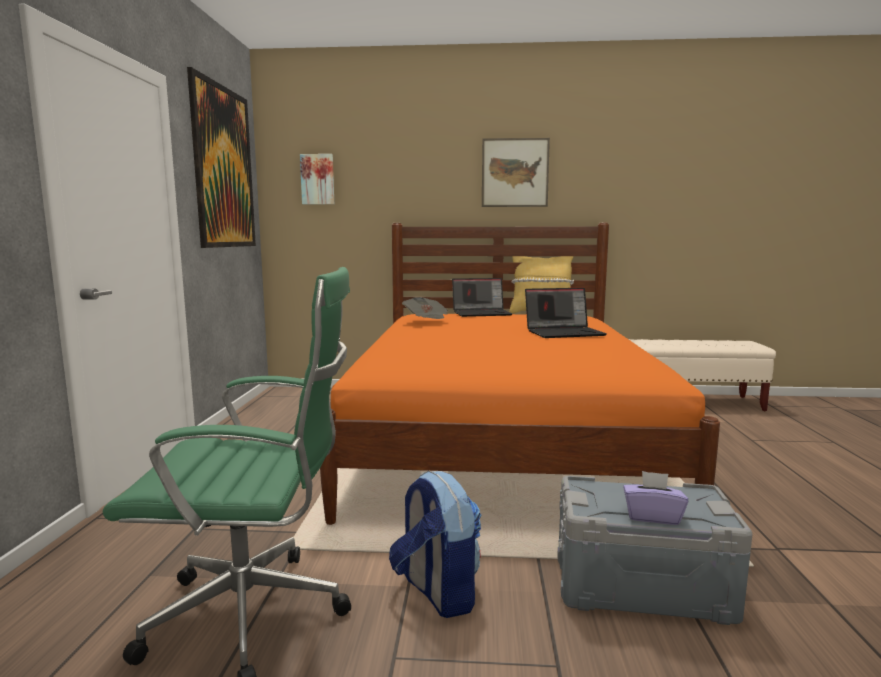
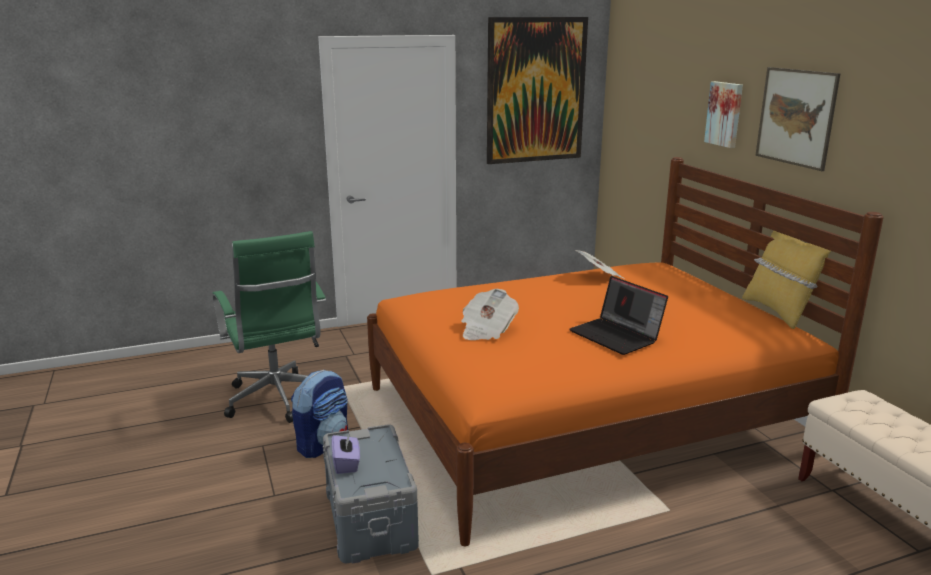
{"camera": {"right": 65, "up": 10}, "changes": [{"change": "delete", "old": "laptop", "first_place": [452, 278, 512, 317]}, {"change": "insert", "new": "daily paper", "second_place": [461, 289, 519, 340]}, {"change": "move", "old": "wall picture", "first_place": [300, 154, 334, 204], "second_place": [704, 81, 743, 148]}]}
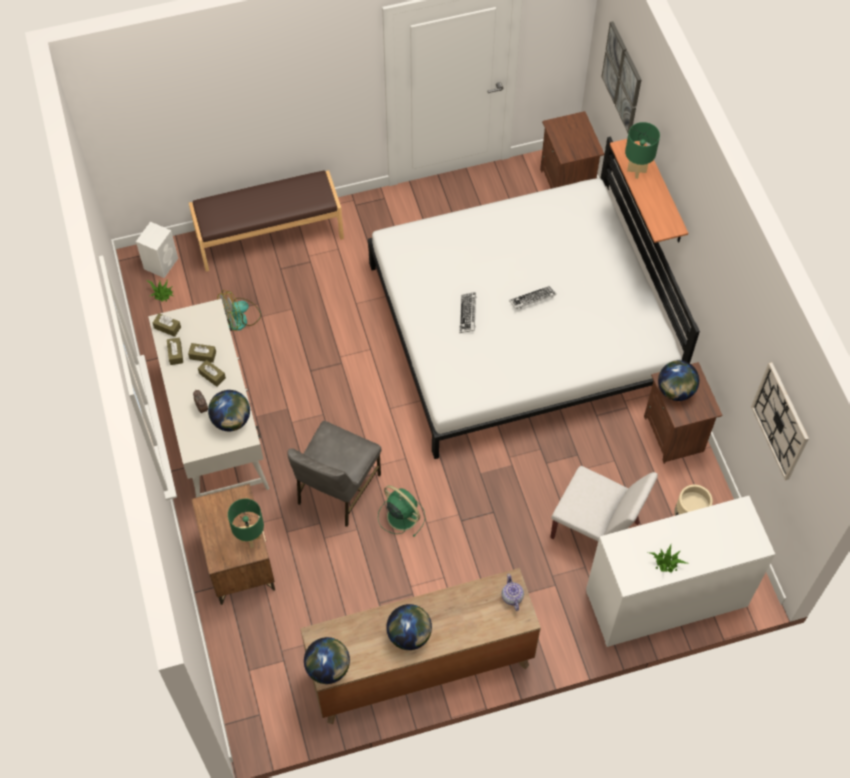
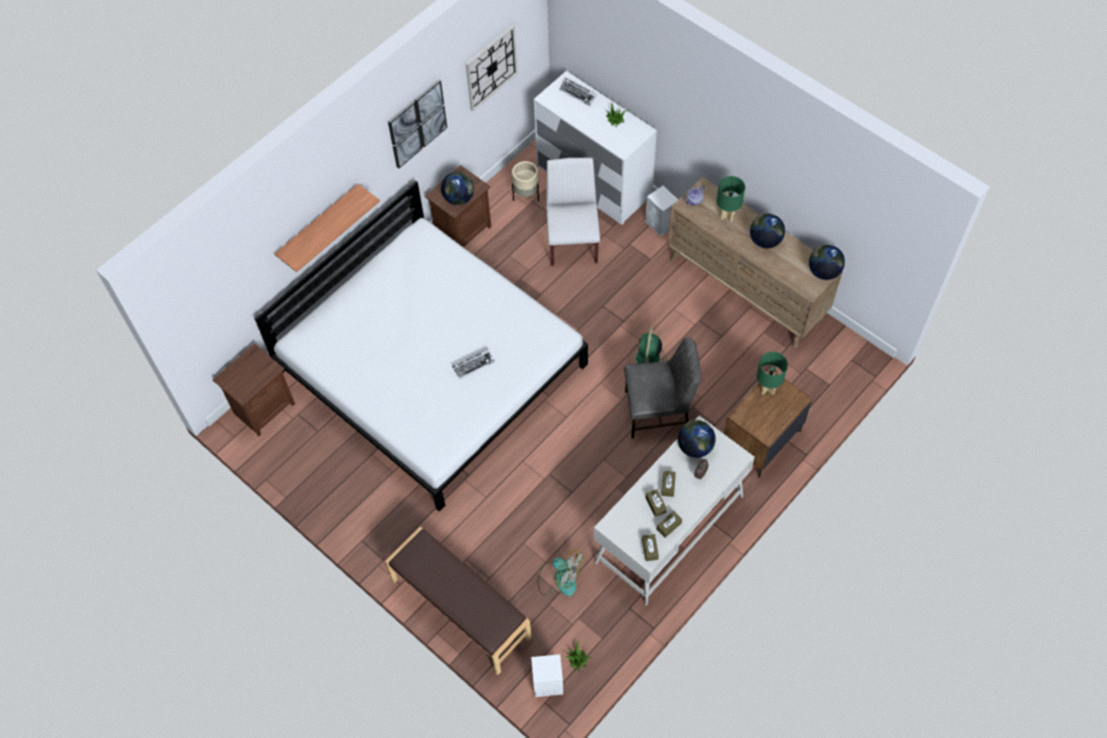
{"camera": {"right": -120, "up": 0}, "changes": [{"change": "insert", "new": "loudspeaker in white-coloured", "second_place": [645, 186, 678, 236]}, {"change": "move", "old": "keyboard", "first_place": [509, 286, 556, 309], "second_place": [559, 78, 597, 106]}, {"change": "move", "old": "wall picture", "first_place": [601, 21, 642, 133], "second_place": [388, 79, 447, 168]}, {"change": "move", "old": "lamp for a table in greenish", "first_place": [625, 122, 660, 179], "second_place": [717, 176, 745, 222]}]}
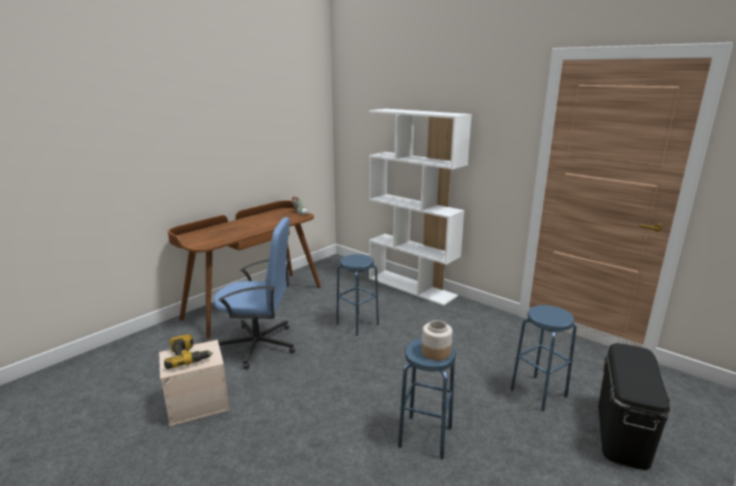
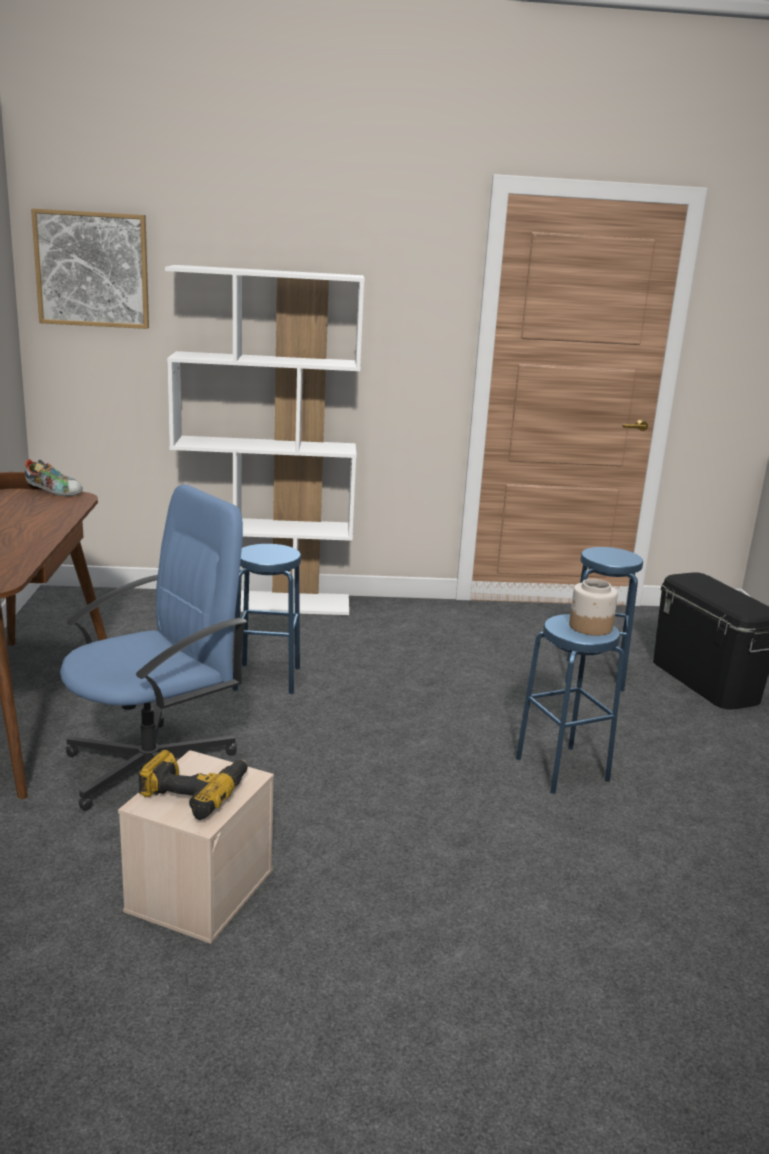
{"camera": {"right": -45, "up": 0}, "changes": [{"change": "insert", "new": "wall picture", "second_place": [31, 208, 149, 329]}]}
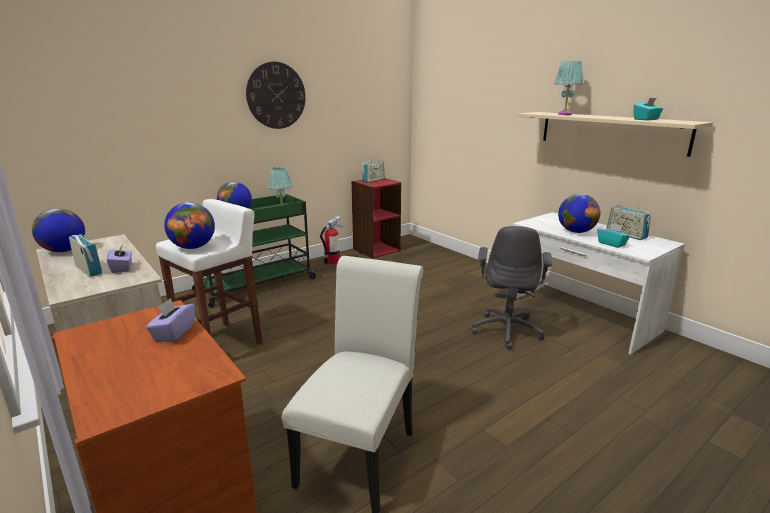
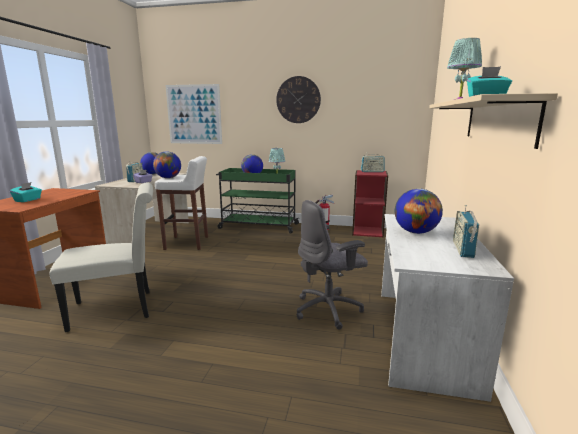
{"camera": {"right": 50, "up": -5}, "changes": [{"change": "delete", "old": "tissue holder in purple-coloured", "first_place": [146, 298, 195, 343]}, {"change": "insert", "new": "wall picture", "second_place": [166, 84, 222, 144]}, {"change": "move", "old": "tissue holder in blue-green", "first_place": [597, 223, 630, 248], "second_place": [10, 182, 42, 202]}]}
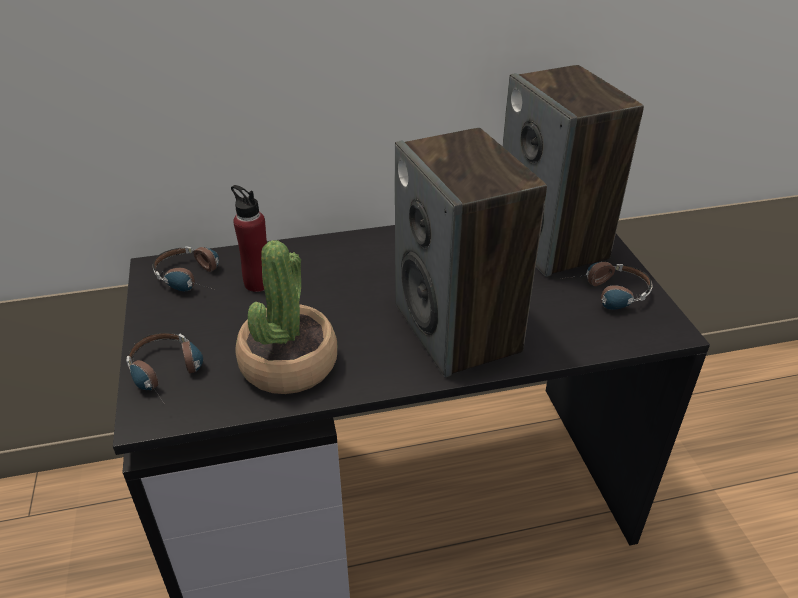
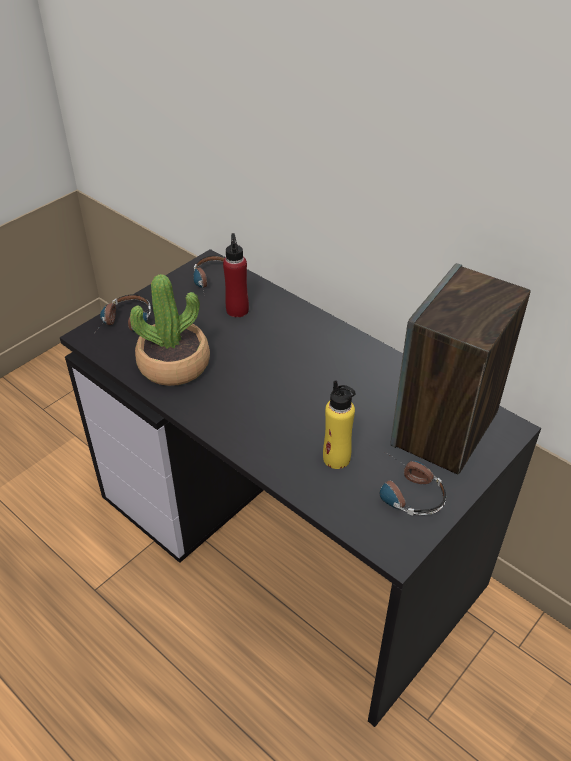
{"camera": {"right": 55, "up": 5}, "changes": [{"change": "delete", "old": "loudspeaker", "first_place": [395, 128, 547, 377]}, {"change": "insert", "new": "beverage bottle in yellow-coloured", "second_place": [323, 380, 356, 469]}]}
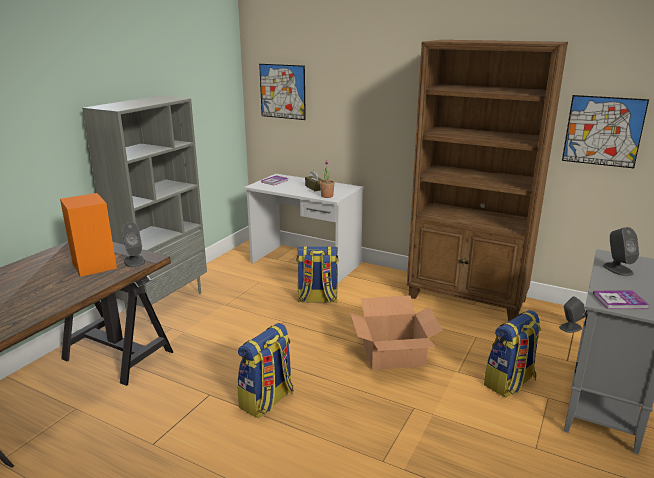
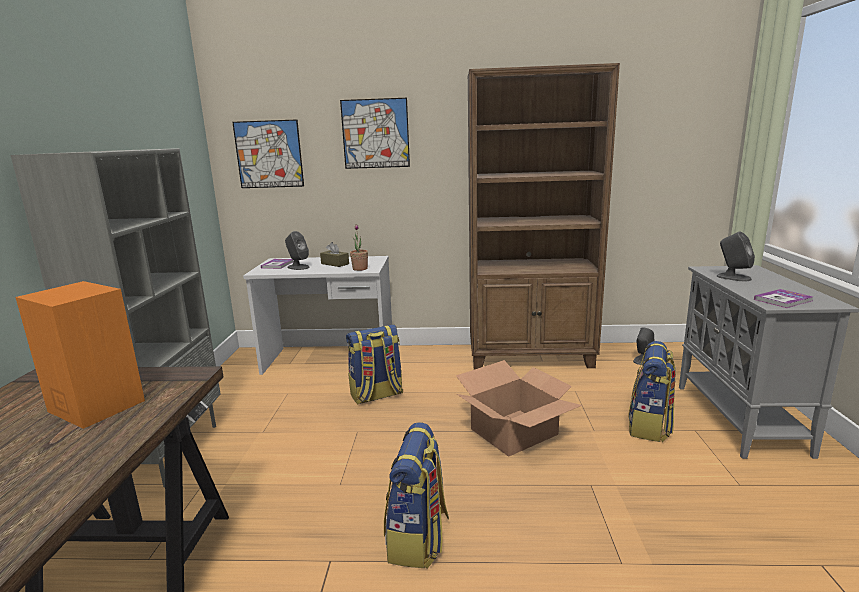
{"camera": {"right": -25, "up": -5}, "changes": [{"change": "move", "old": "loudspeaker in gray", "first_place": [122, 222, 145, 267], "second_place": [285, 231, 310, 270]}, {"change": "move", "old": "wall picture", "first_place": [562, 95, 649, 168], "second_place": [340, 98, 410, 169]}]}
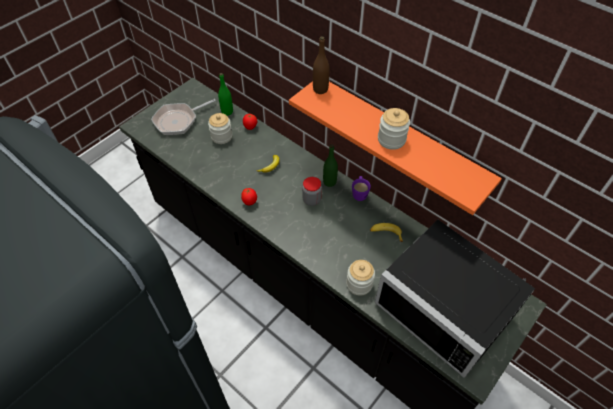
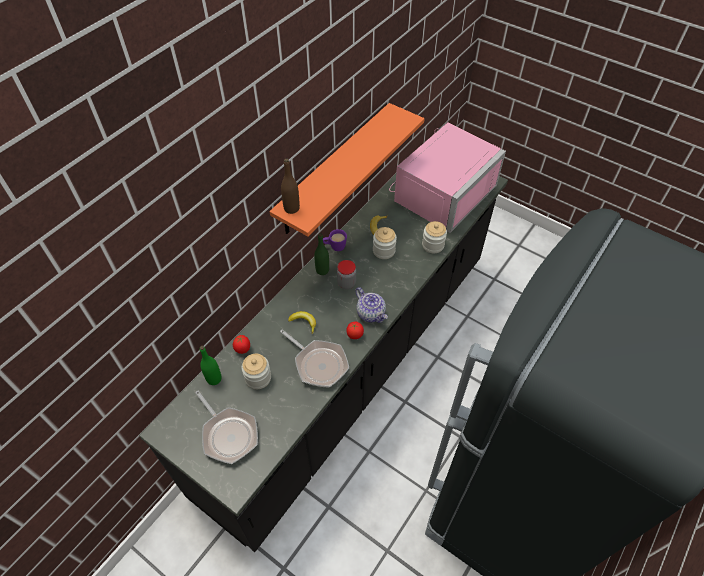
{"camera": {"right": -95, "up": 0}, "changes": [{"change": "insert", "new": "pan", "second_place": [280, 329, 349, 388]}, {"change": "insert", "new": "tea pot", "second_place": [355, 287, 388, 323]}, {"change": "move", "old": "jar", "first_place": [378, 108, 410, 150], "second_place": [373, 227, 397, 259]}, {"change": "recolor", "old": "microwave oven in black-coloured", "new": "microwave oven in pink", "first_place": [375, 219, 535, 378], "second_place": [389, 122, 506, 233]}]}
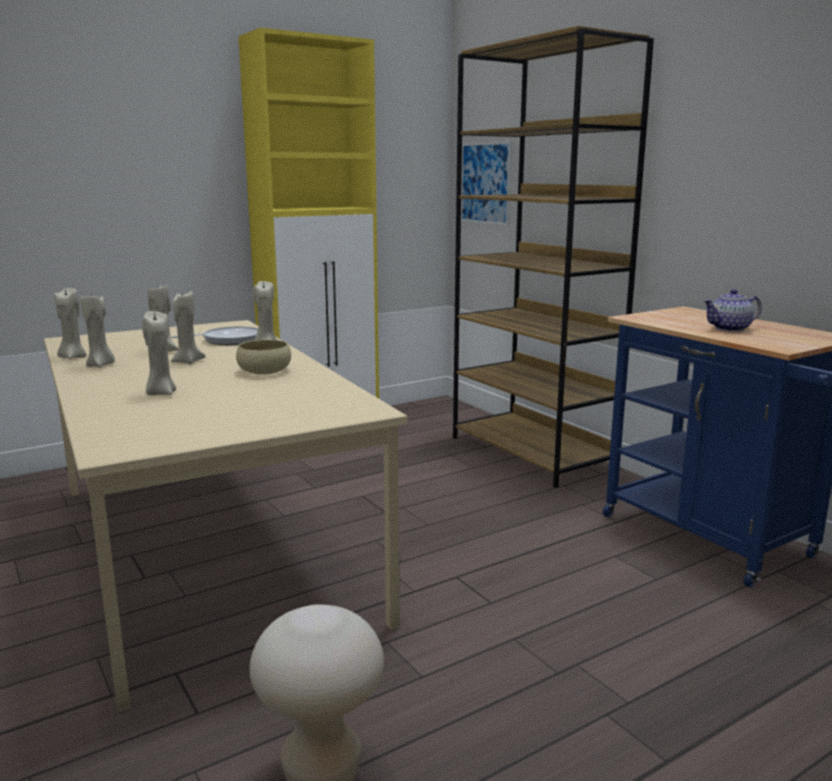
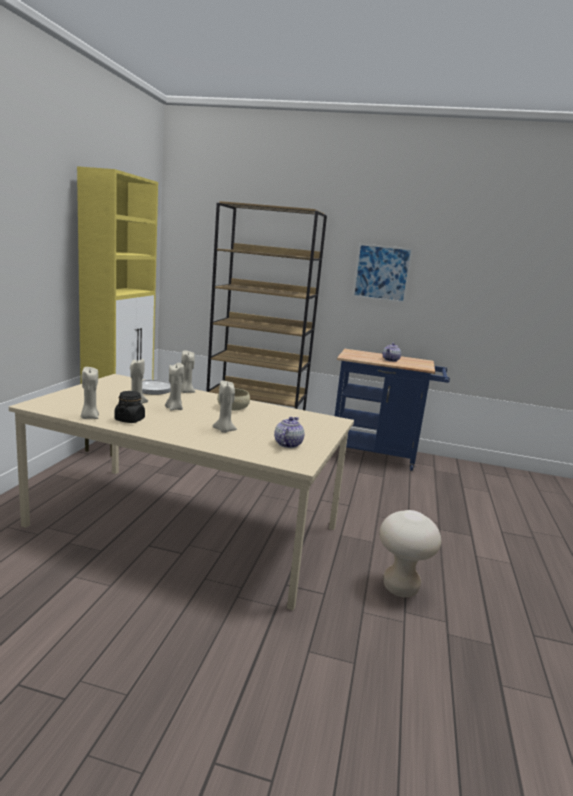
{"camera": {"right": -45, "up": 0}, "changes": [{"change": "insert", "new": "tea pot", "second_place": [274, 417, 305, 448]}, {"change": "move", "old": "wall picture", "first_place": [461, 141, 512, 226], "second_place": [352, 243, 413, 303]}, {"change": "replace", "old": "wax candle in sand-coloured", "new": "jar in black-coloured", "first_place": [80, 293, 115, 367], "second_place": [115, 391, 145, 423]}]}
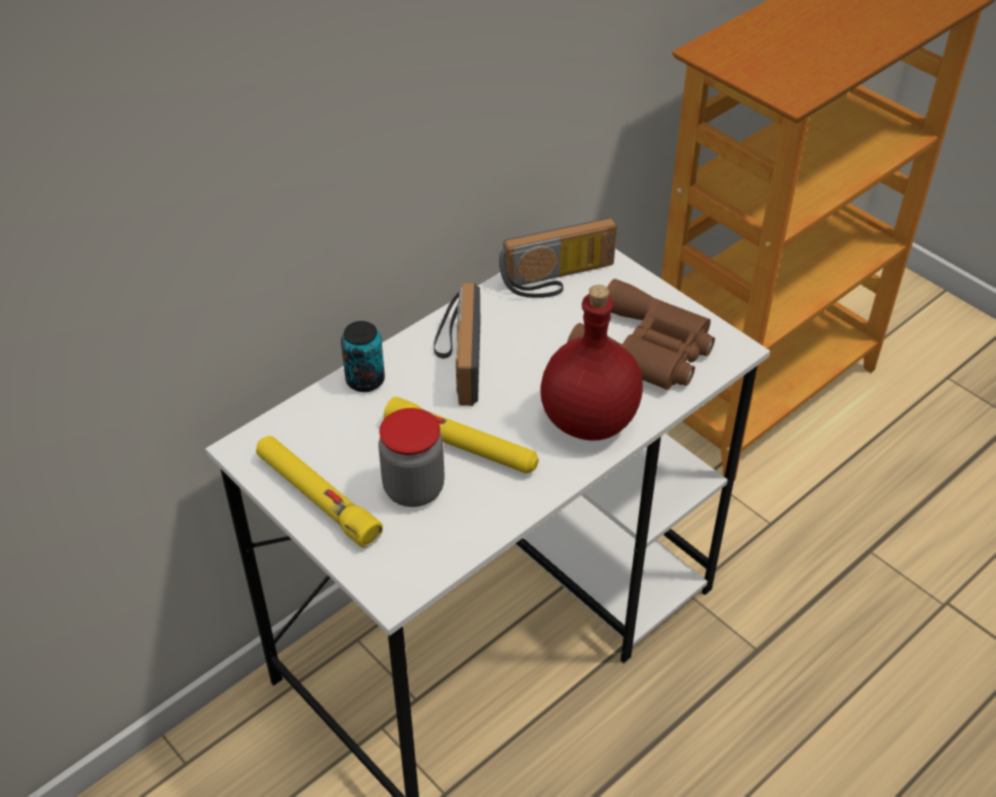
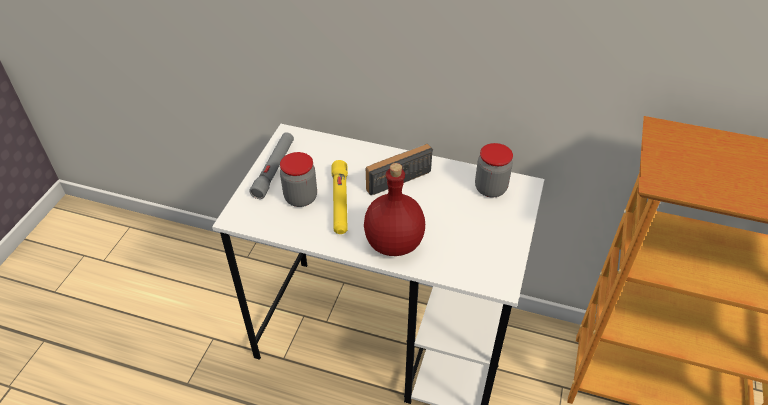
{"camera": {"right": 60, "up": 0}, "changes": [{"change": "delete", "old": "metal can", "first_place": [341, 321, 385, 392]}, {"change": "delete", "old": "field glasses in brown-coloured", "first_place": [567, 279, 715, 390]}, {"change": "replace", "old": "radio set", "new": "jar", "first_place": [499, 218, 617, 298], "second_place": [475, 143, 513, 198]}, {"change": "recolor", "old": "flashlight in yellow-coloured", "new": "flashlight in gray", "first_place": [256, 436, 383, 548], "second_place": [249, 132, 294, 199]}]}
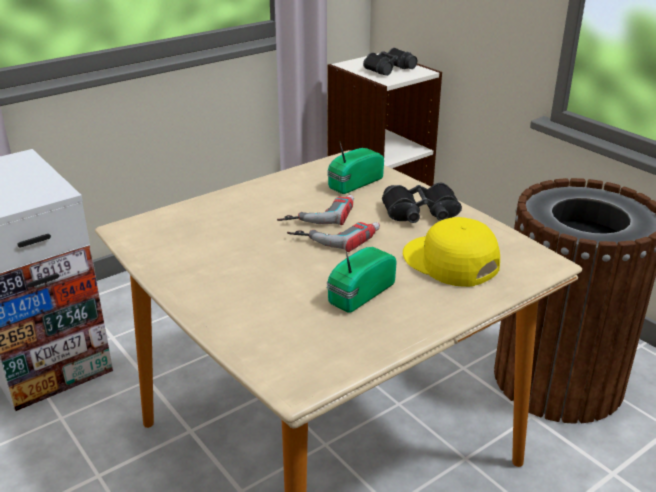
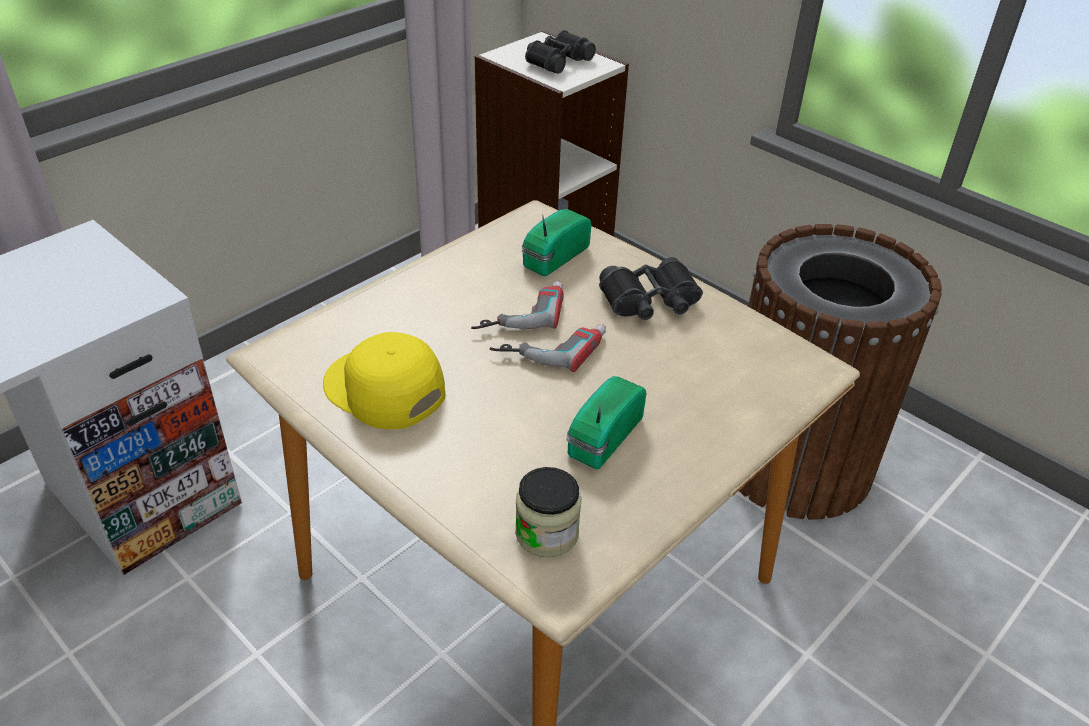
{"camera": {"right": -10, "up": 10}, "changes": [{"change": "insert", "new": "jar", "second_place": [515, 467, 581, 558]}, {"change": "move", "old": "baseball cap in yellow-coloured", "first_place": [403, 217, 500, 287], "second_place": [323, 332, 445, 429]}]}
